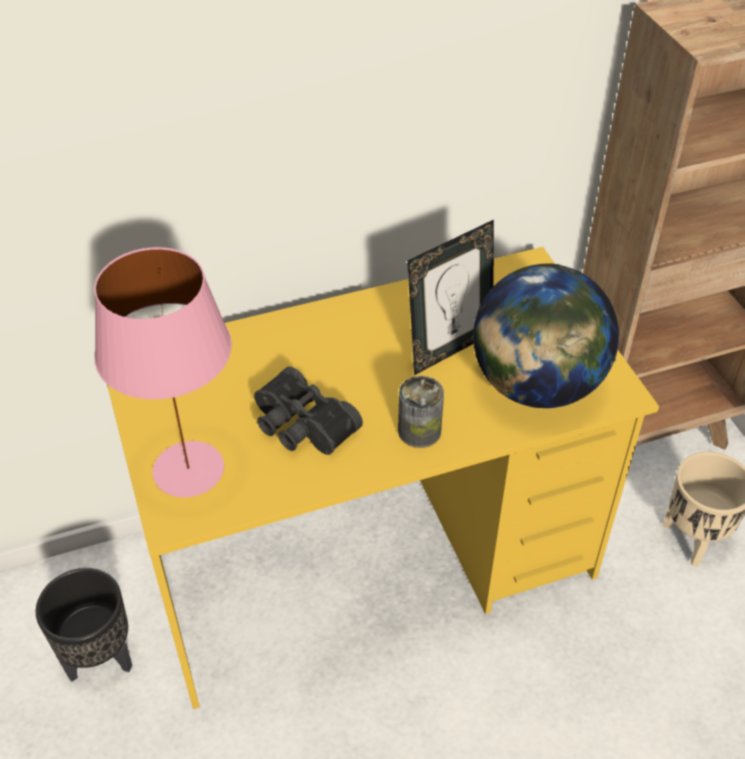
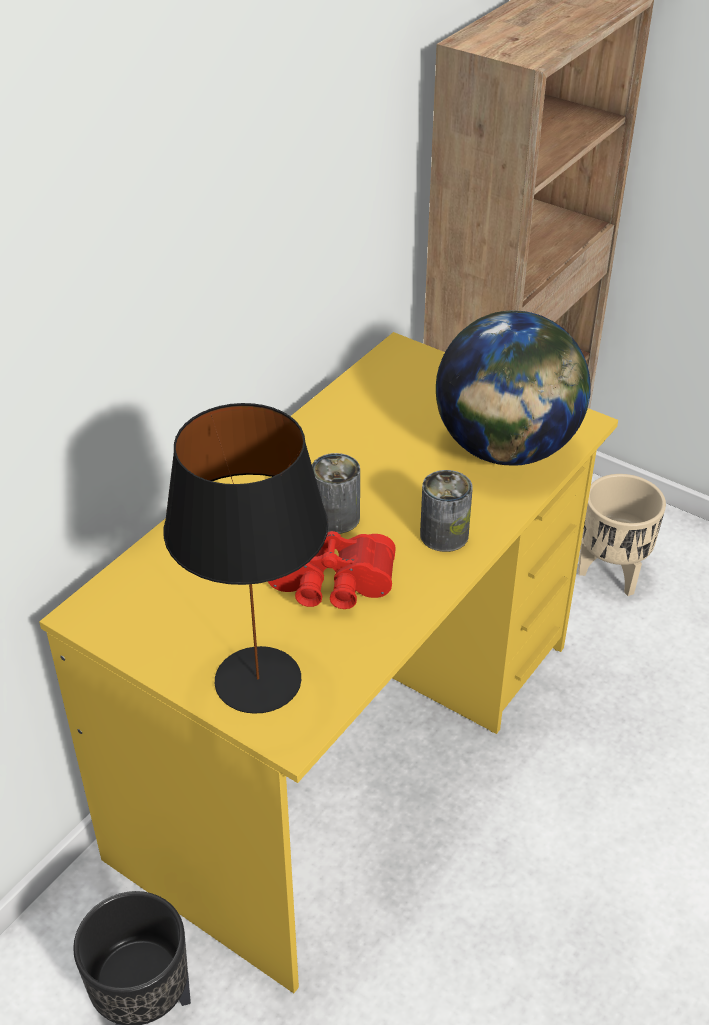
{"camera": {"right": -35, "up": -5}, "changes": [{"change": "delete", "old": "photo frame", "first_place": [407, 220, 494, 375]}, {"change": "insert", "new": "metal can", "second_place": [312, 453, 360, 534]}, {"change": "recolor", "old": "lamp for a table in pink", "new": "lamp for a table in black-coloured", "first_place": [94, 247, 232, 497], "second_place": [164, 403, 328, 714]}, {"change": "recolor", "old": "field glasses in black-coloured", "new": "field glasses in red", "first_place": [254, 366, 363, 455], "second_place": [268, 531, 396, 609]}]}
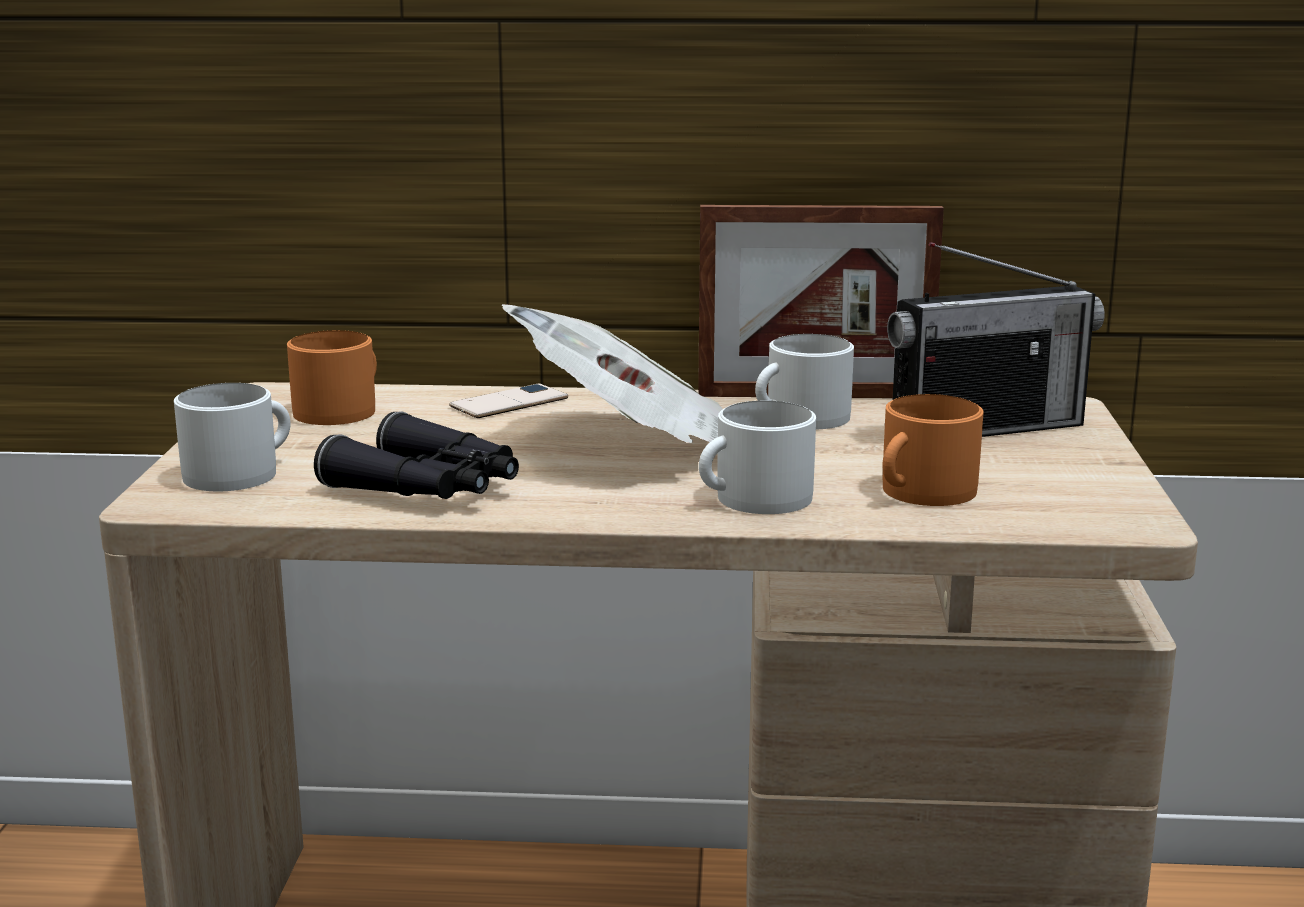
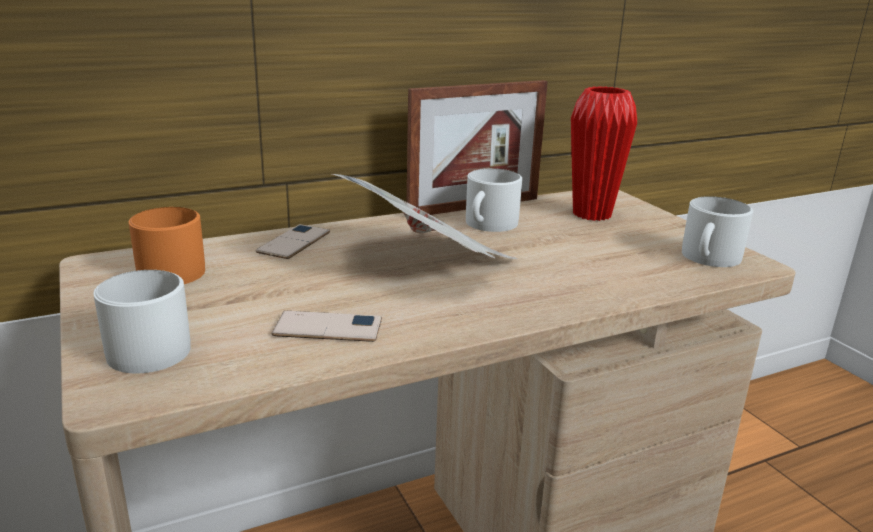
{"camera": {"right": -30, "up": 5}, "changes": [{"change": "delete", "old": "coffee mug in orangey", "first_place": [882, 394, 984, 506]}, {"change": "move", "old": "coffee mug in white-coloured", "first_place": [699, 401, 816, 514], "second_place": [682, 196, 753, 267]}, {"change": "replace", "old": "field glasses in black-coloured", "new": "handset", "first_place": [314, 411, 519, 499], "second_place": [272, 311, 382, 342]}, {"change": "replace", "old": "radio set", "new": "vase in red", "first_place": [887, 242, 1105, 437], "second_place": [571, 86, 637, 221]}]}
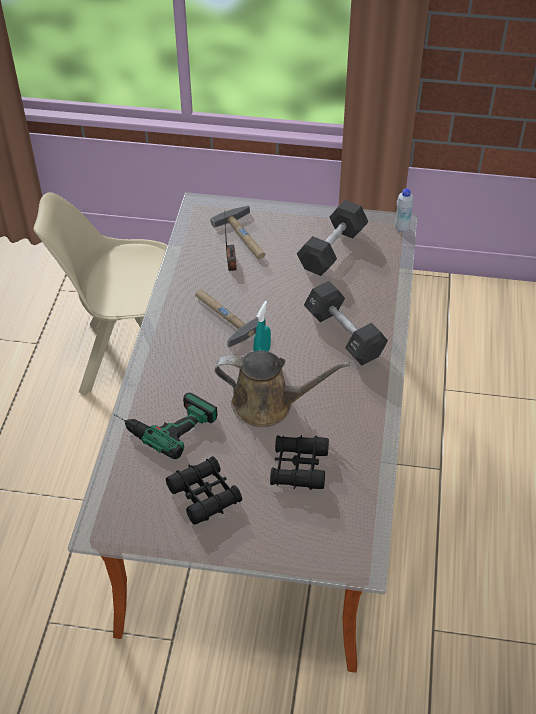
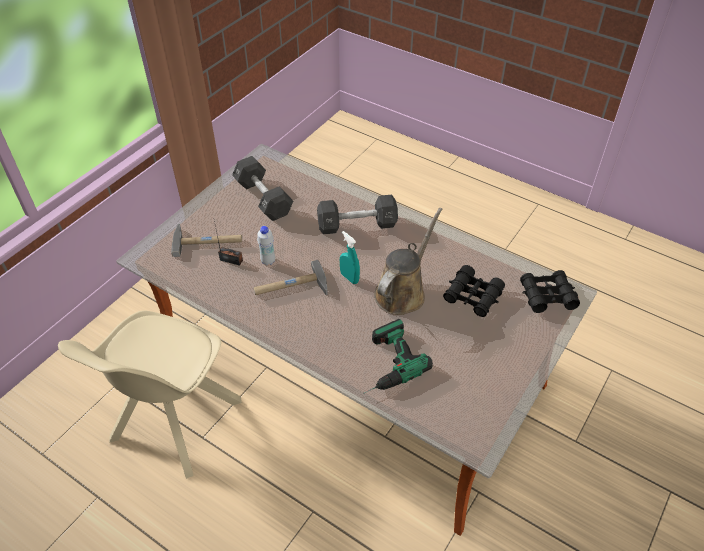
{"camera": {"right": -65, "up": 0}, "changes": [{"change": "move", "old": "field glasses in black-coloured", "first_place": [166, 456, 242, 525], "second_place": [520, 270, 580, 313]}, {"change": "move", "old": "beverage bottle in white-coloured", "first_place": [395, 188, 414, 232], "second_place": [257, 226, 275, 265]}]}
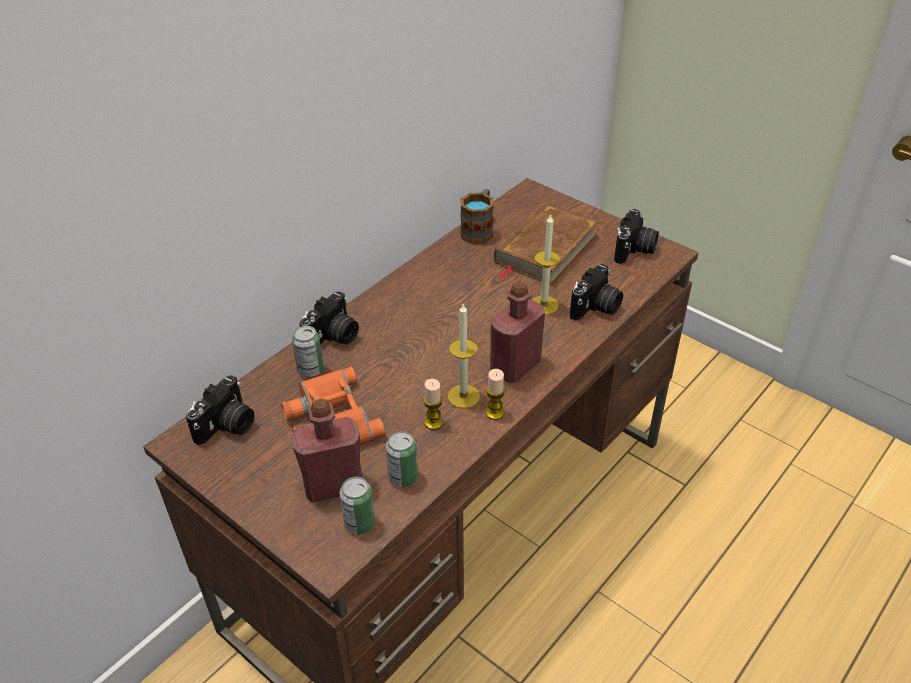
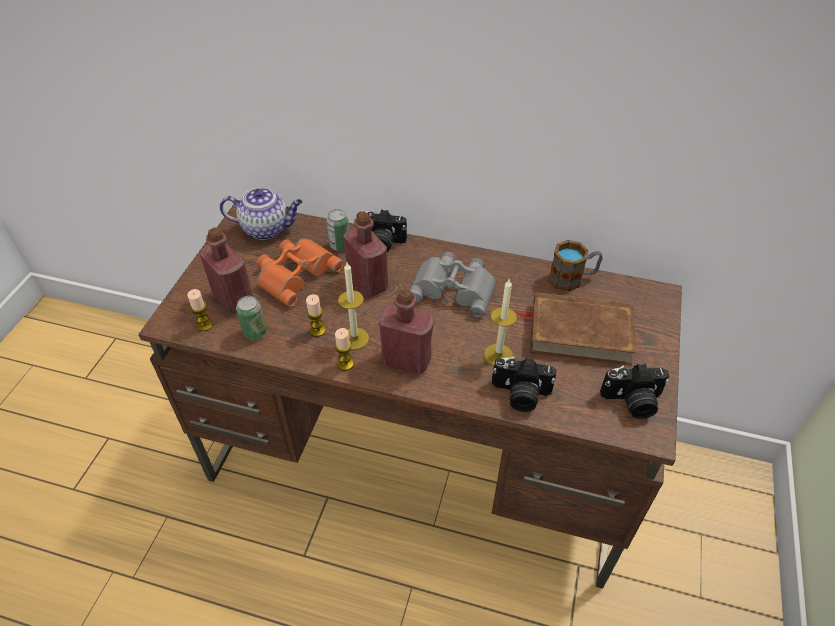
{"camera": {"right": 65, "up": 5}, "changes": [{"change": "insert", "new": "beverage bottle in red", "second_place": [343, 211, 388, 297]}, {"change": "insert", "new": "field glasses in gray", "second_place": [410, 252, 496, 318]}, {"change": "replace", "old": "photo camera", "new": "tea pot", "first_place": [186, 375, 255, 445], "second_place": [220, 187, 303, 240]}, {"change": "replace", "old": "metal can", "new": "wax candle", "first_place": [340, 477, 375, 534], "second_place": [187, 289, 213, 331]}]}
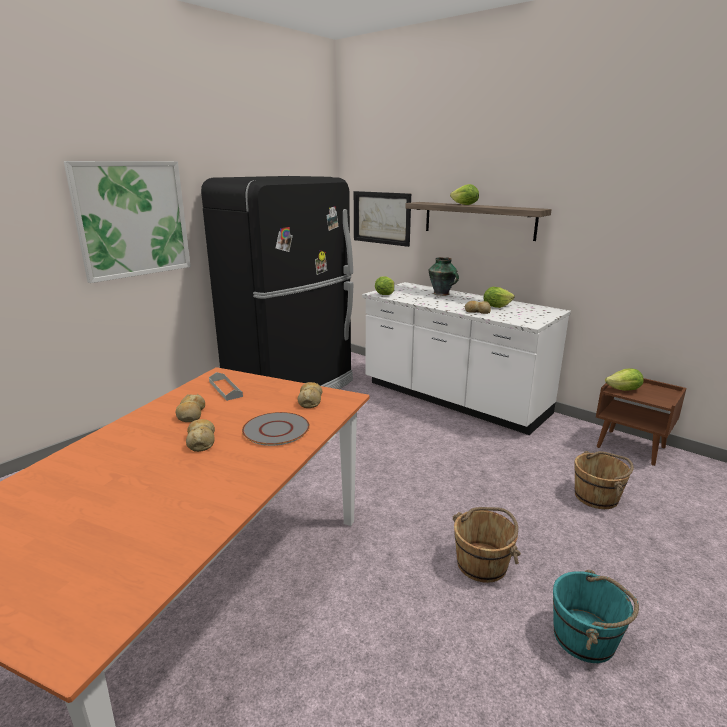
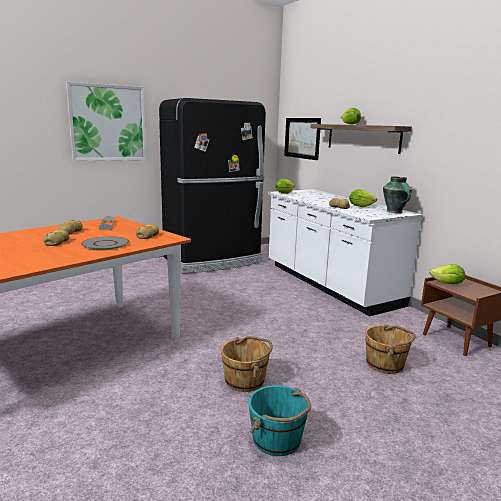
{"camera": {"right": 20, "up": -5}, "changes": [{"change": "move", "old": "vase", "first_place": [428, 257, 459, 296], "second_place": [383, 177, 412, 213]}]}
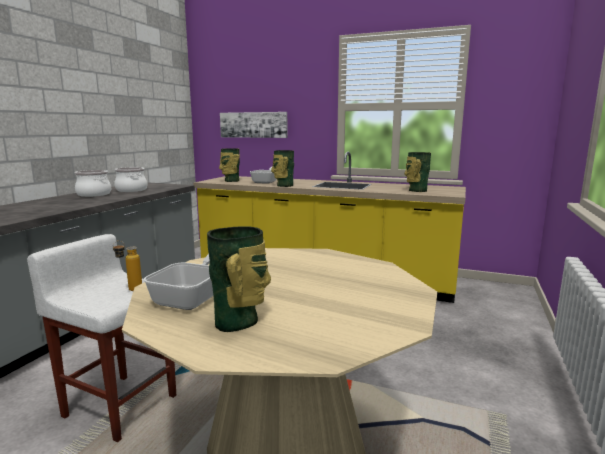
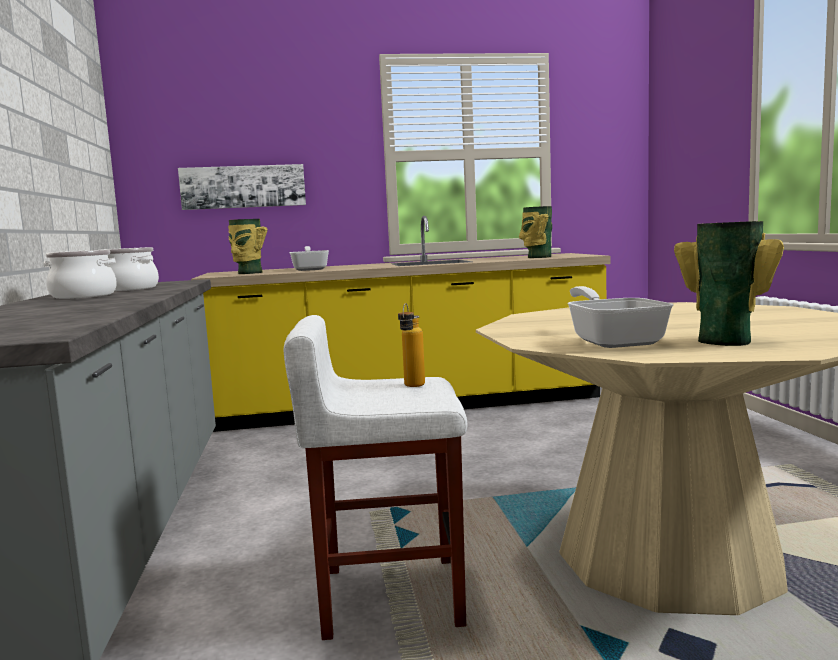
{"camera": {"right": -30, "up": -5}, "changes": [{"change": "delete", "old": "vase", "first_place": [271, 150, 294, 187]}]}
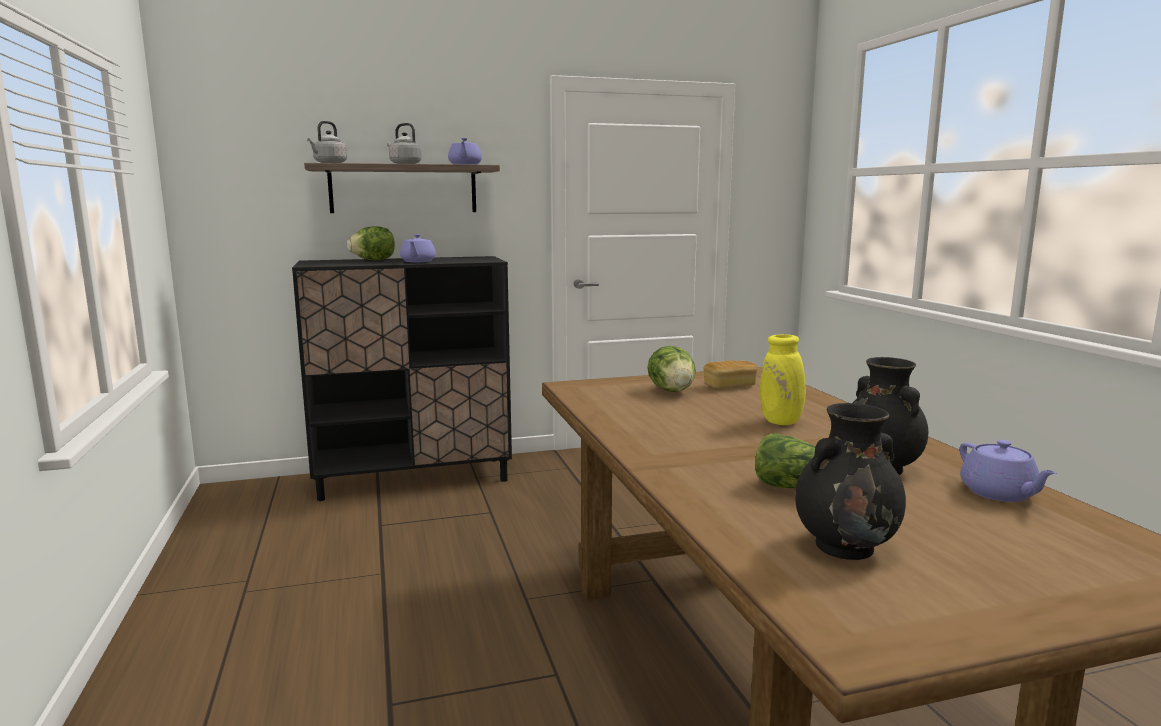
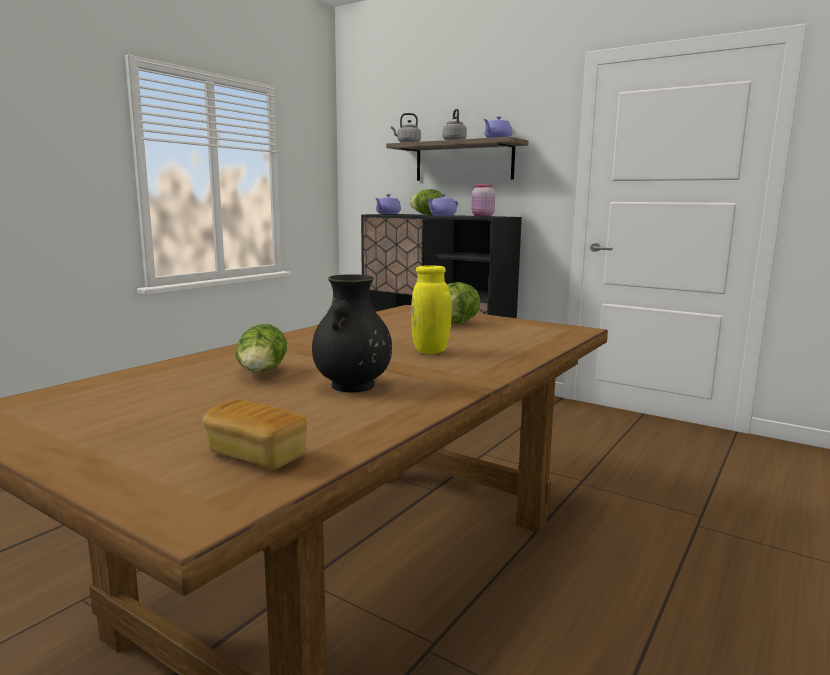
{"camera": {"right": 50, "up": 0}, "changes": [{"change": "delete", "old": "vase in black-coloured", "first_place": [795, 403, 906, 560]}, {"change": "insert", "new": "jar in pink", "second_place": [472, 184, 495, 217]}, {"change": "move", "old": "baked bread", "first_place": [703, 360, 758, 389], "second_place": [203, 399, 307, 469]}, {"change": "move", "old": "tea pot in purple-coloured", "first_place": [960, 440, 1057, 502], "second_place": [375, 194, 401, 214]}]}
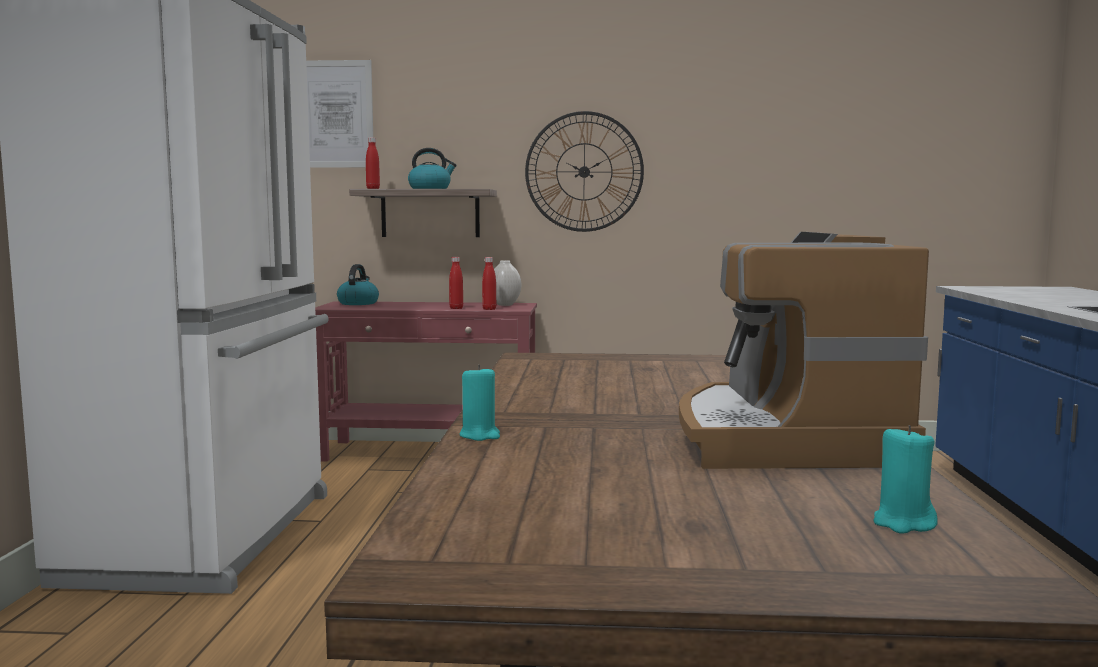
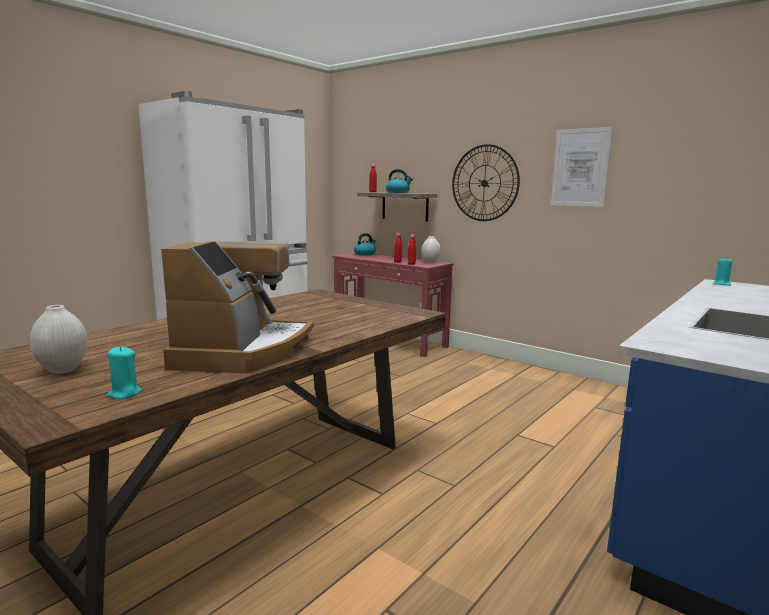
{"camera": {"right": 35, "up": 5}, "changes": [{"change": "insert", "new": "vase in white-coloured", "second_place": [30, 305, 88, 374]}, {"change": "move", "old": "wall picture", "first_place": [306, 60, 373, 168], "second_place": [551, 127, 613, 207]}, {"change": "move", "old": "wax candle in blue-green", "first_place": [460, 364, 500, 441], "second_place": [713, 259, 733, 286]}, {"change": "rotate", "old": "coffee brewer", "first_place": [679, 232, 929, 469], "second_place": [161, 241, 314, 373], "degrees": 150}]}
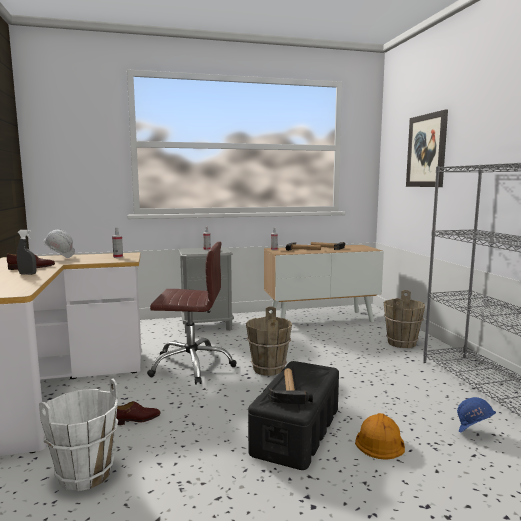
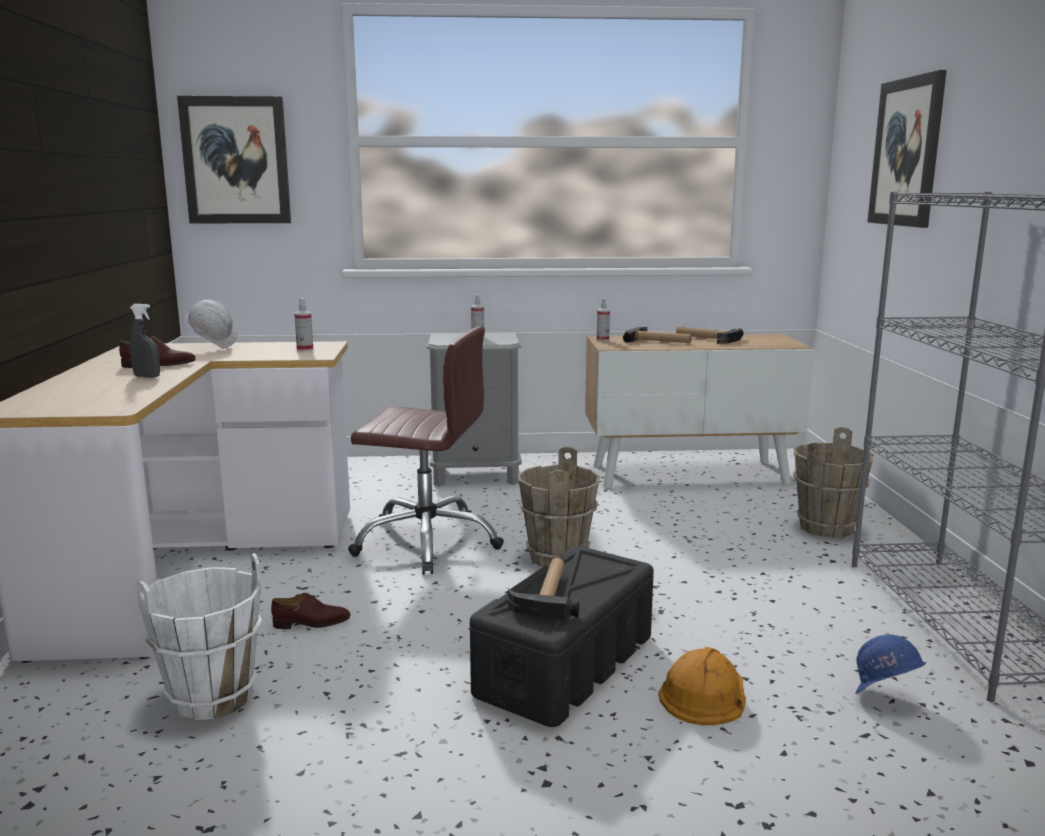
{"camera": {"right": 10, "up": 5}, "changes": [{"change": "insert", "new": "wall picture", "second_place": [177, 96, 291, 223]}]}
